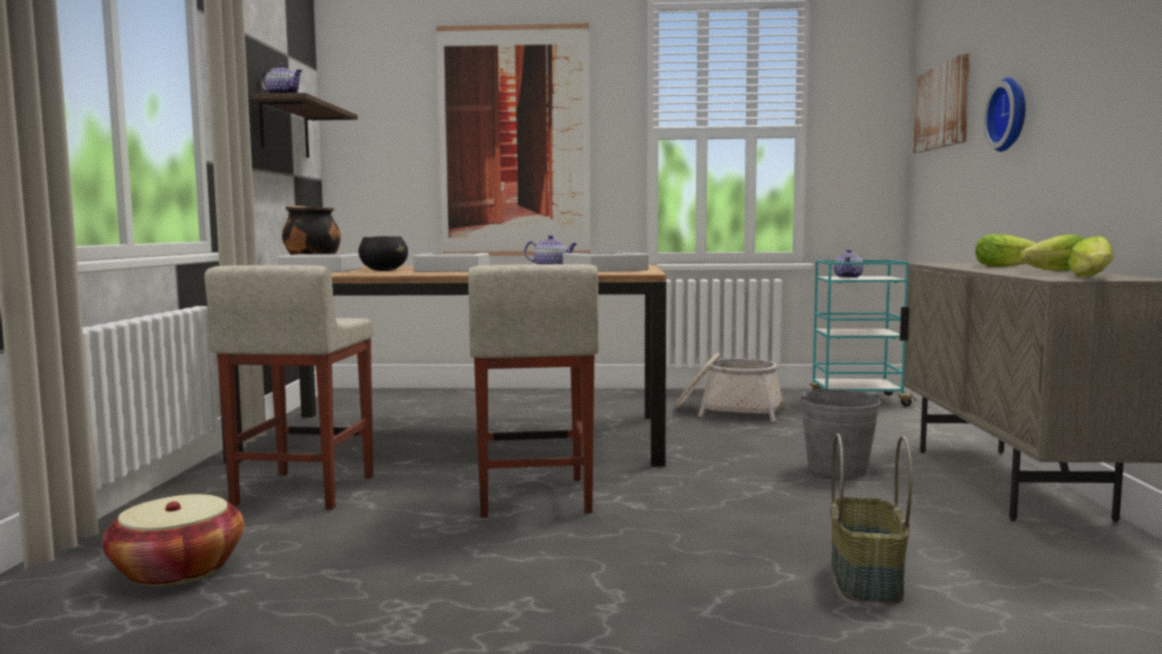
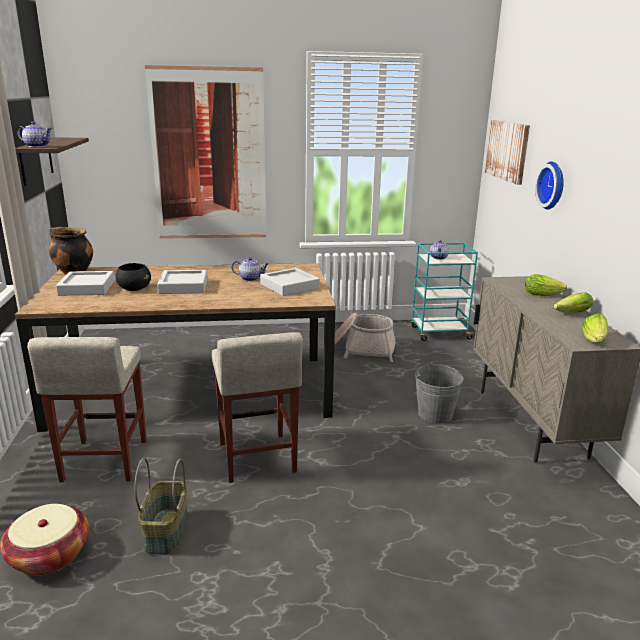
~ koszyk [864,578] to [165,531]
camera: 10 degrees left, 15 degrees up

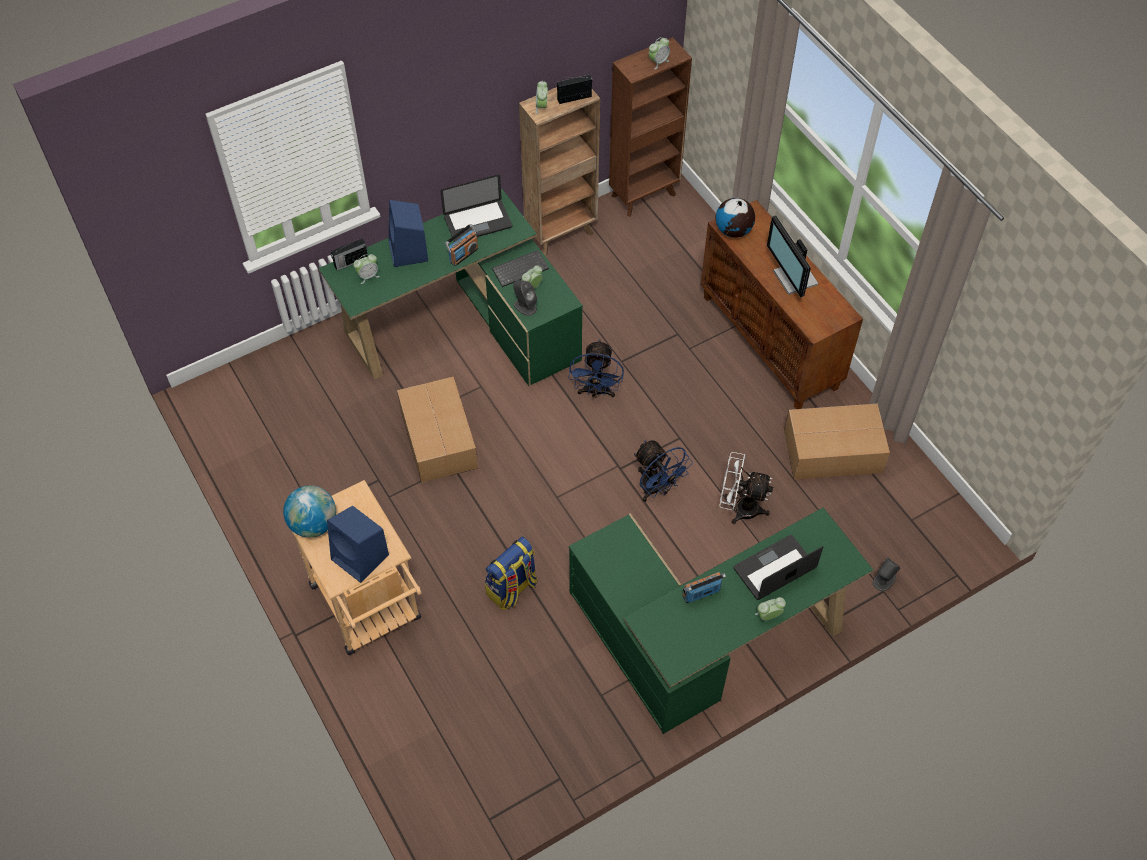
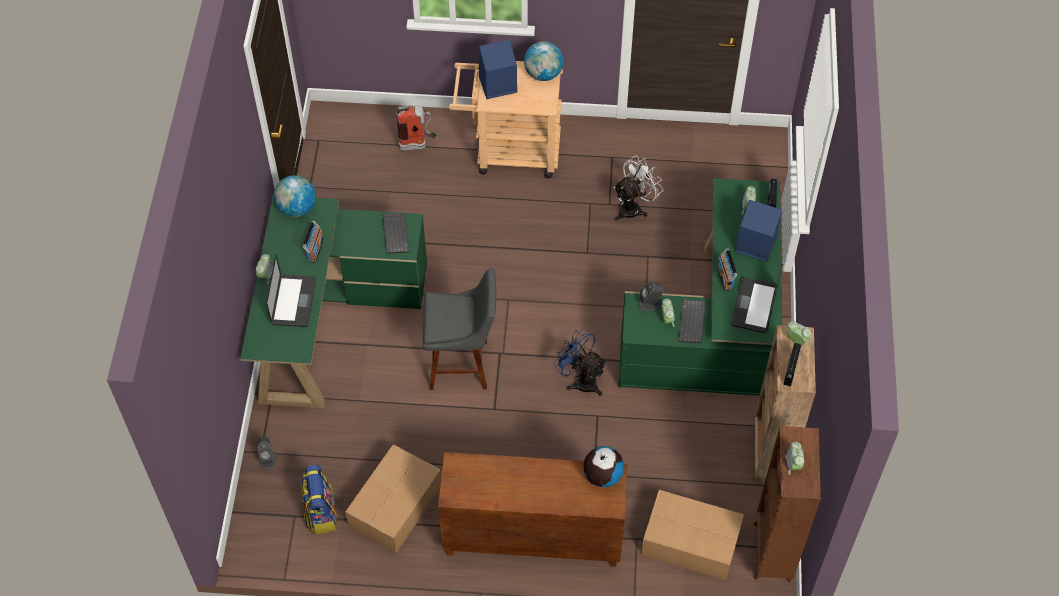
+ globus [297,208]
~ plecak [512,589] to [320,513]
+ klawiatura [394,233]
+ gaśnica [418,145]
~ wentylator/niebieski [656,489] to stołek/szary [463,365]
~ wentylator/biały [739,508] to [633,207]
~ karton [439,438] to [692,543]
- monitor [793,278]
camera: 125 degrees right, 0 degrees up

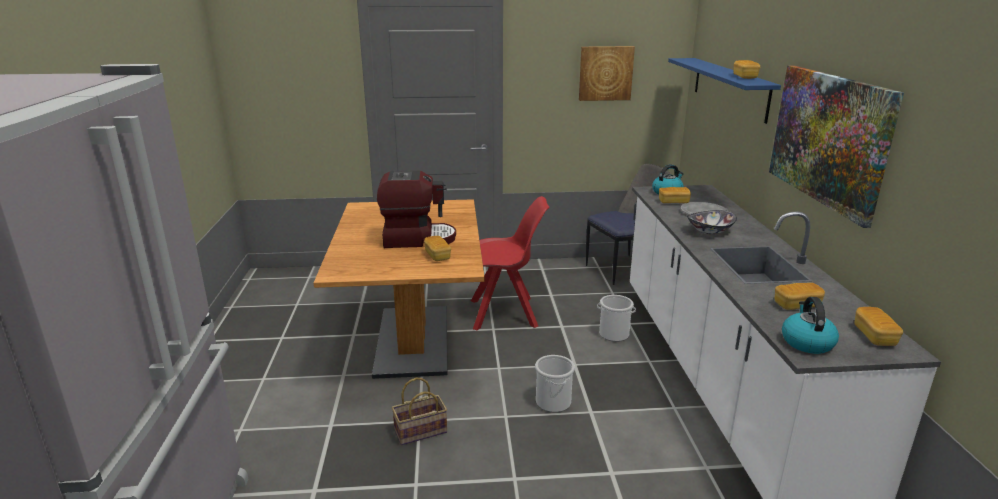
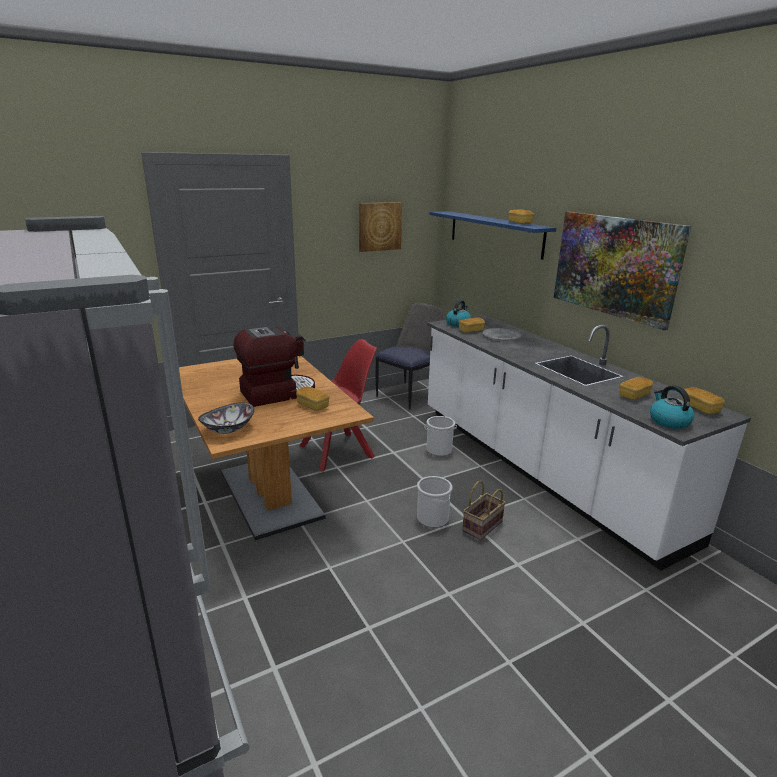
~ miska [710,231] to [229,429]
~ koszyk [419,432] to [482,527]
camera: 25 degrees left, 0 degrees up

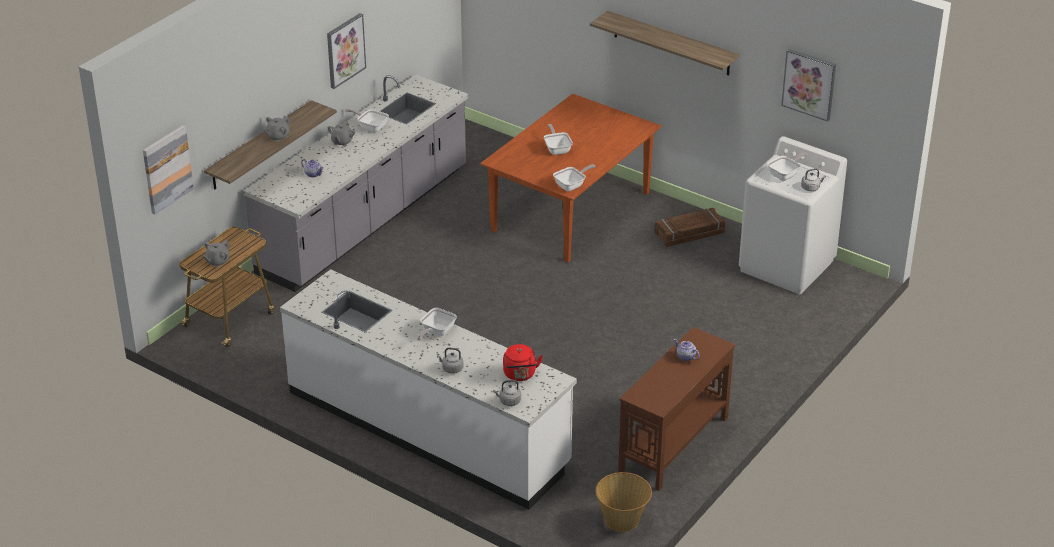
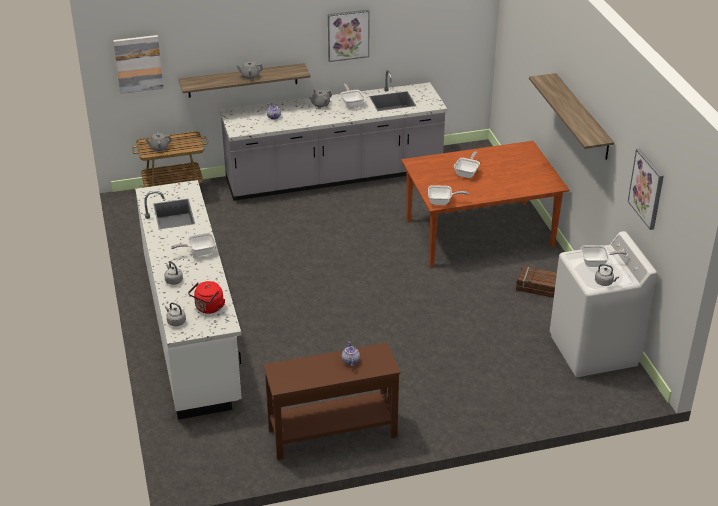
- koszyk [622,520]
camera: 40 degrees right, 0 degrees up

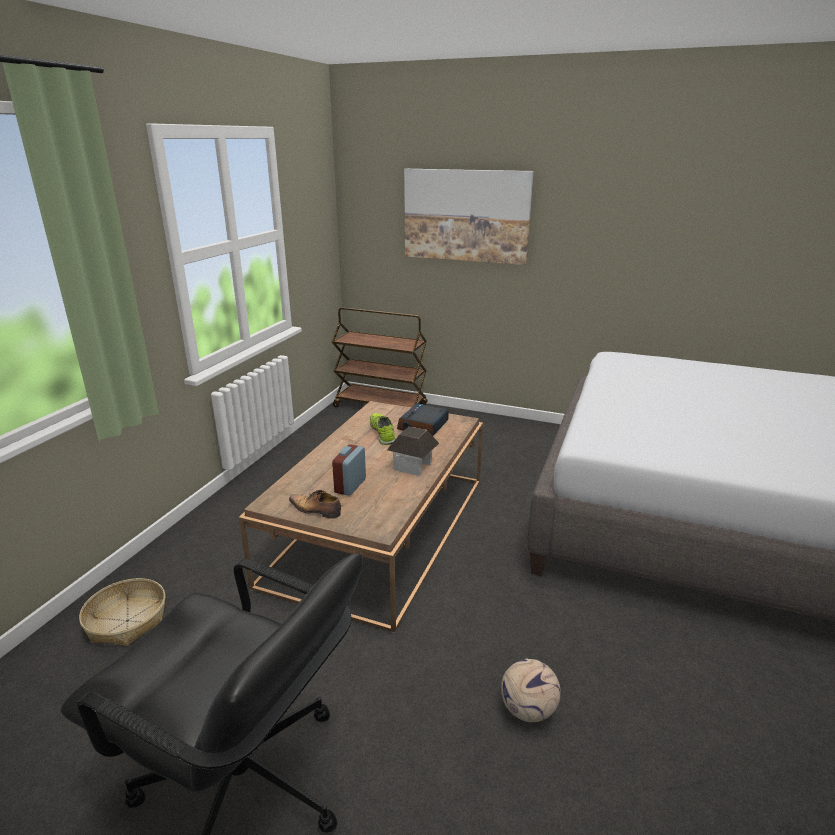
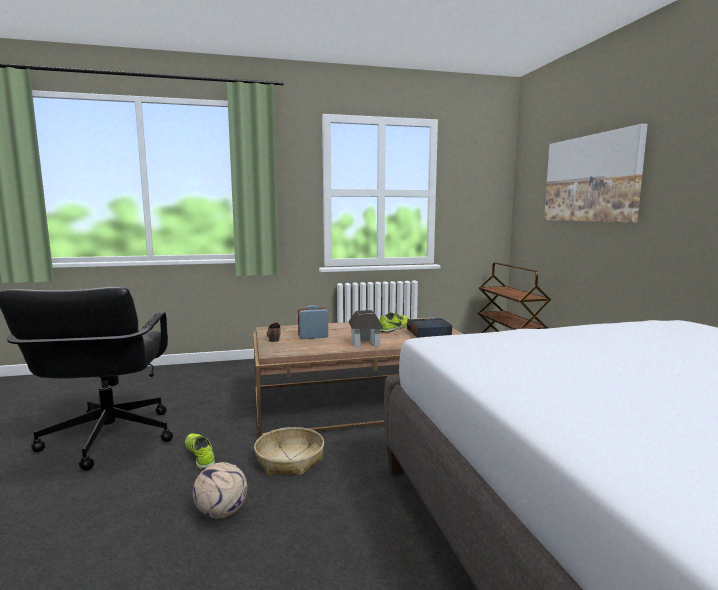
+ but [200,455]
~ koszyk [127,621] to [290,460]
camera: 55 degrees right, 15 degrees down

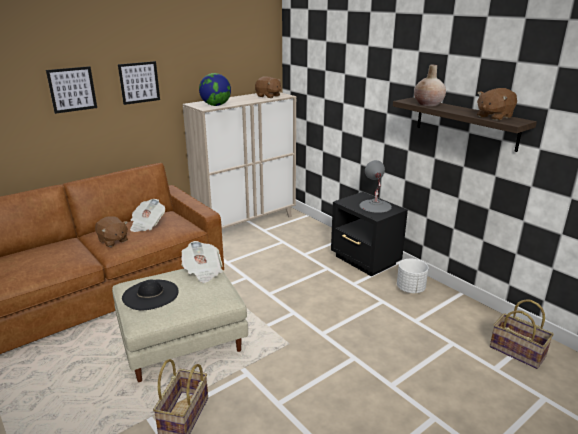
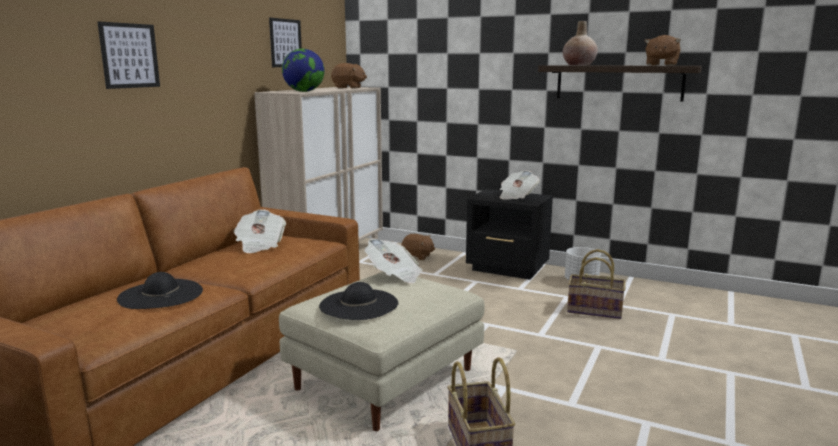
+ kapelusz/czarny [161,294]
~ obraz [139,82] to [285,43]
~ pluszak/brązowy [113,241] to [417,257]
~ lampa stołowa/szary [375,206] to gazeta [516,196]
~ koszyk [518,351] to [595,310]
camera: 25 degrees left, 10 degrees down

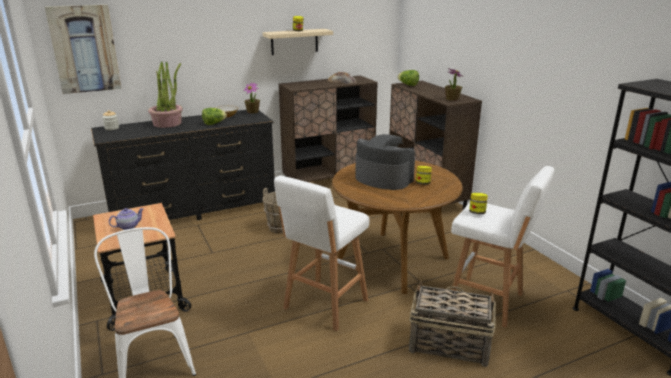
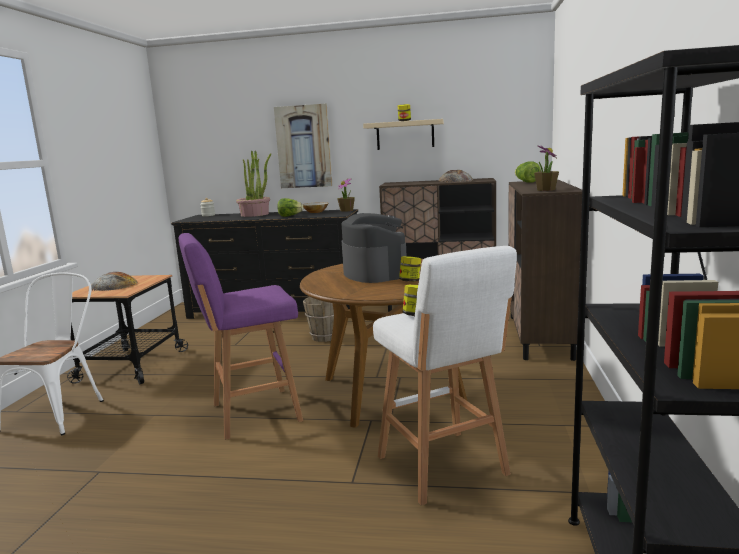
~ imbryk [128,227] to chleb [113,285]
~ stołek/biały [324,306] to stołek/fioletowy [252,413]
~ obraz [84,49] to [304,146]
- koszyk [448,344]
camera: 35 degrees right, 10 degrees down

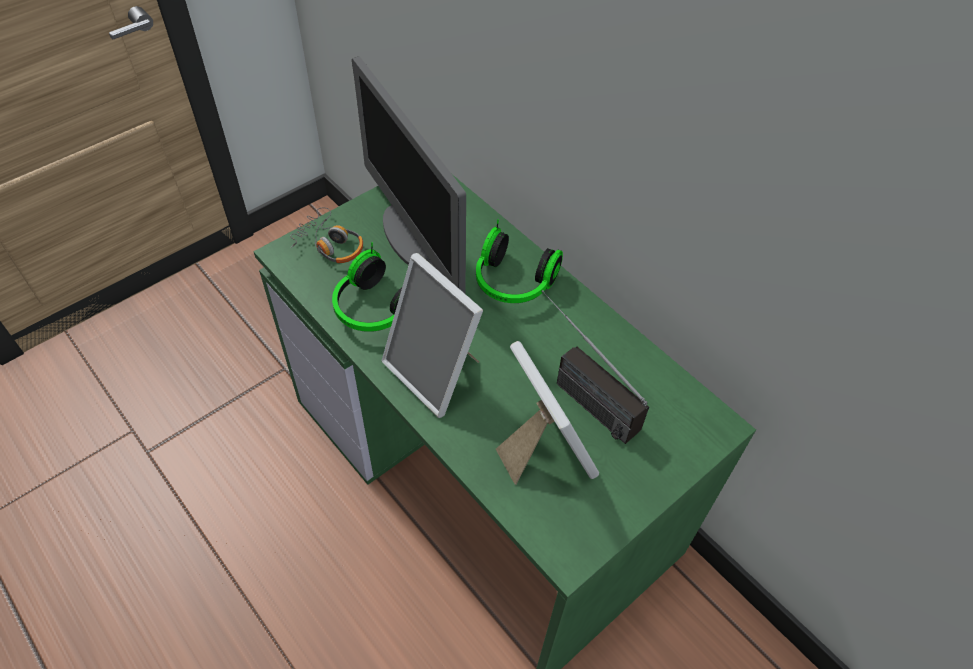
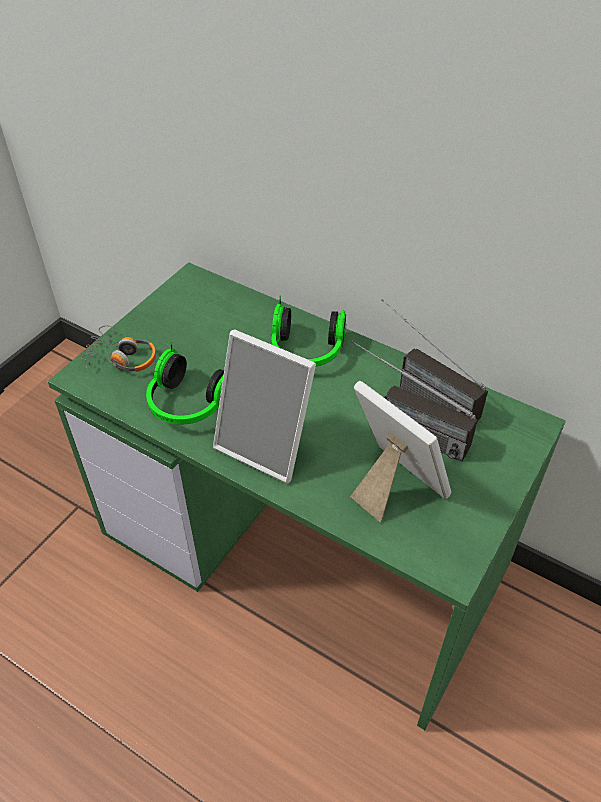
+ radio [419,392]
- monitor [414,240]
camera: 15 degrees left, 5 degrees down

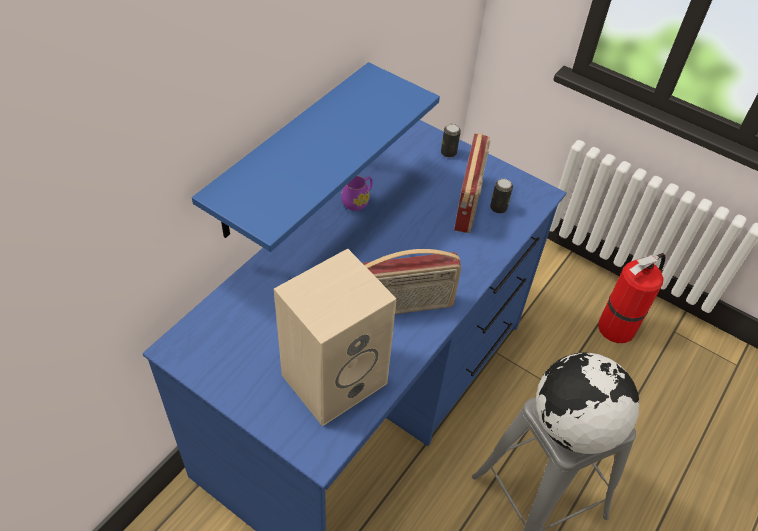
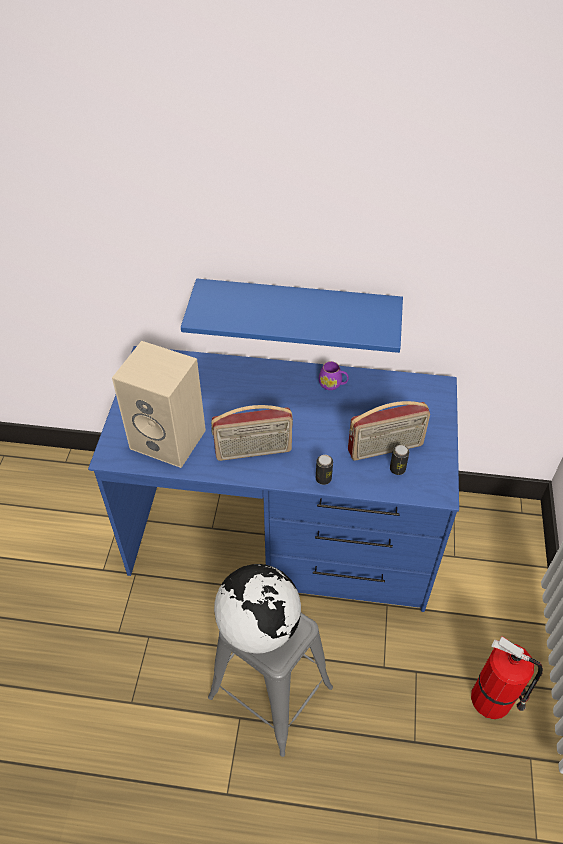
~ radio [406,307] = [253,451] 60 degrees counterclockwise
~ puszka [448,153] to [323,479]
camera: 65 degrees right, 0 degrees up

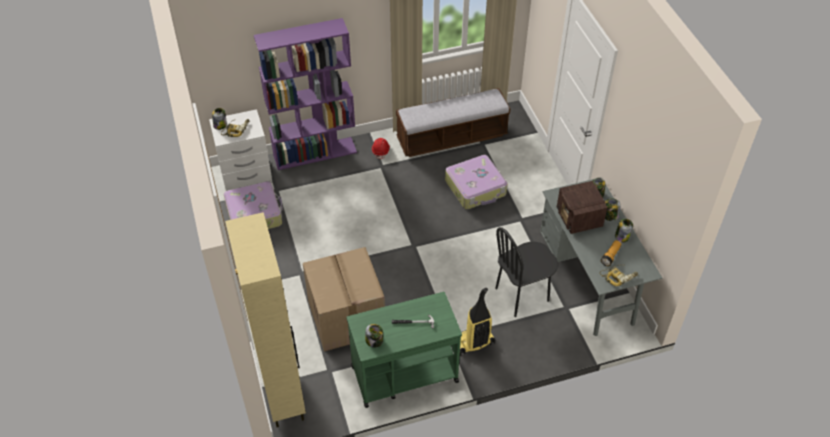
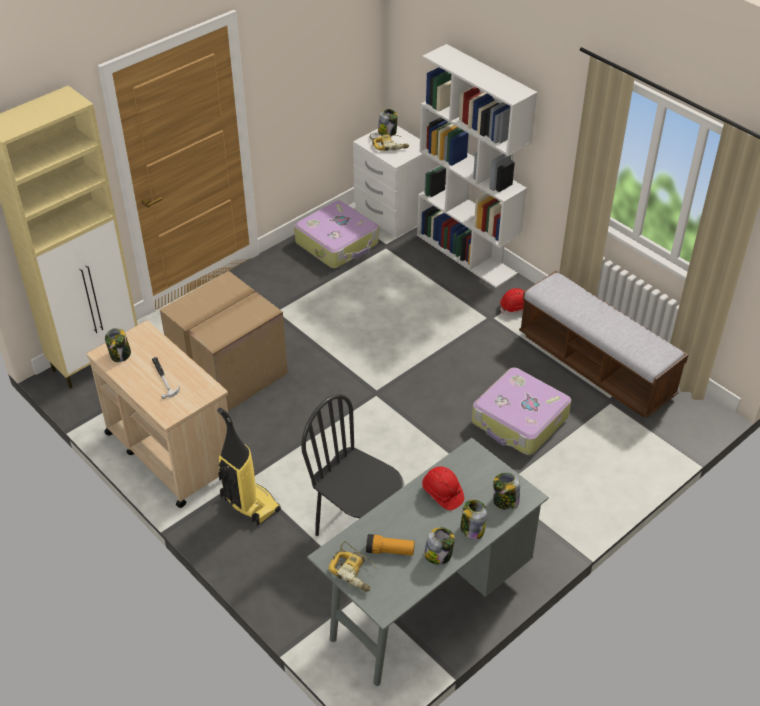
~ wózek/zielony [403,374] to wózek/beżowy [170,452]
~ regał/fioletowy [315,153] to regał/biały [467,254]
~ radio [579,219] to kask/czerwony [442,493]
camera: 65 degrees right, 5 degrees down

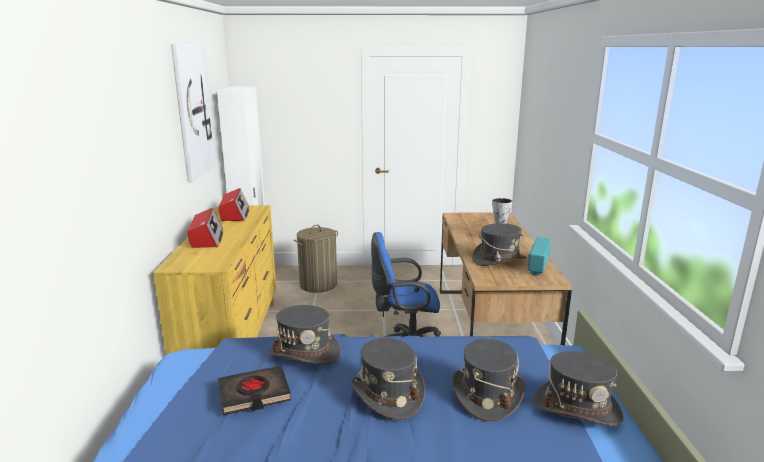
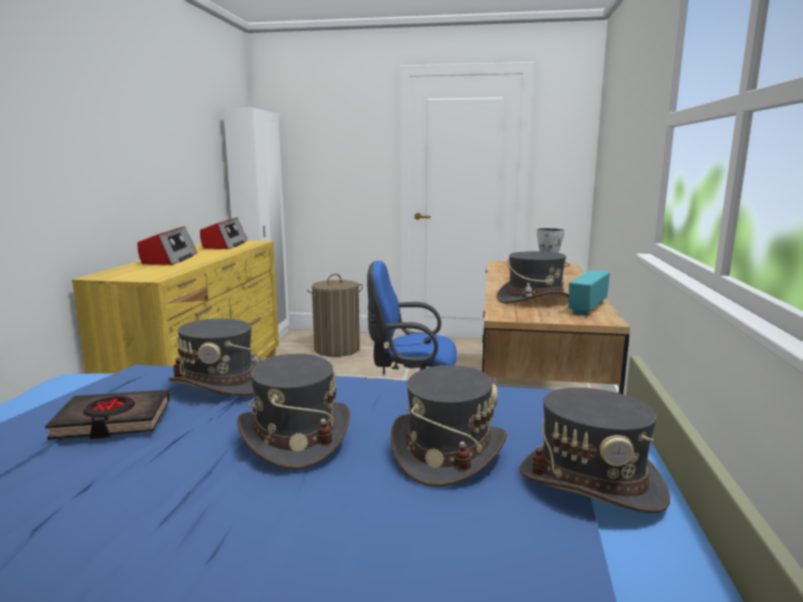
- obraz [192,110]
camera: 10 degrees right, 5 degrees down

